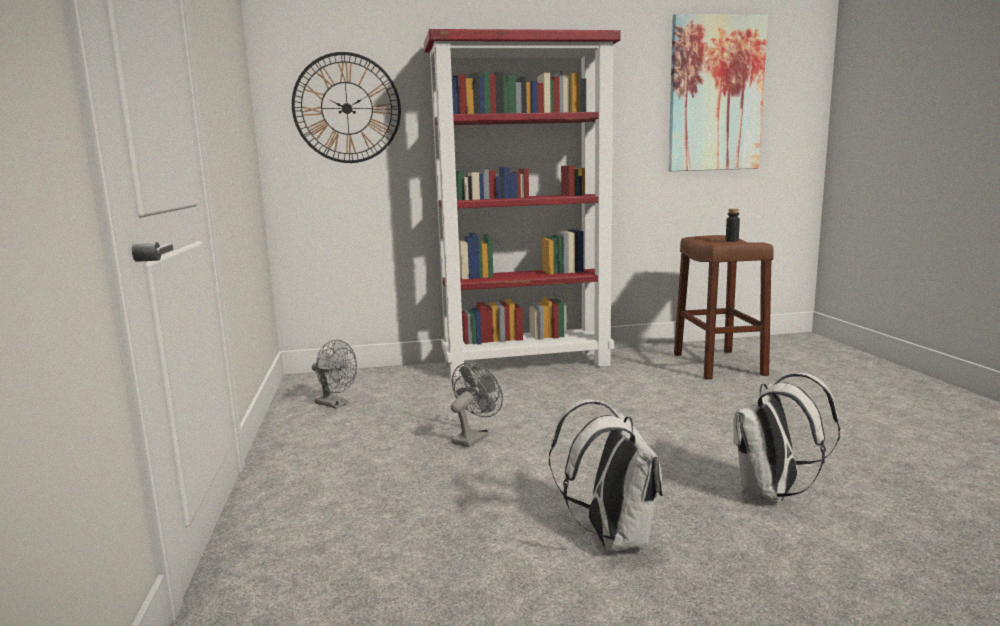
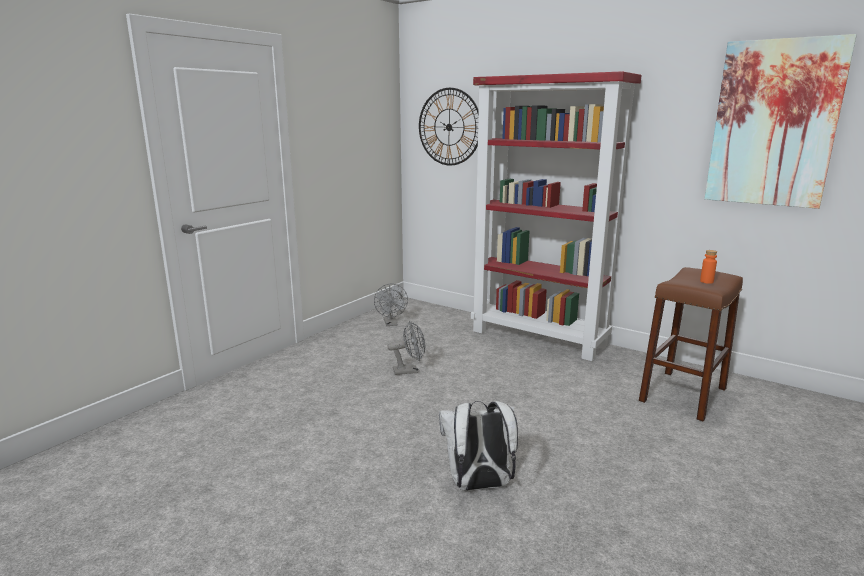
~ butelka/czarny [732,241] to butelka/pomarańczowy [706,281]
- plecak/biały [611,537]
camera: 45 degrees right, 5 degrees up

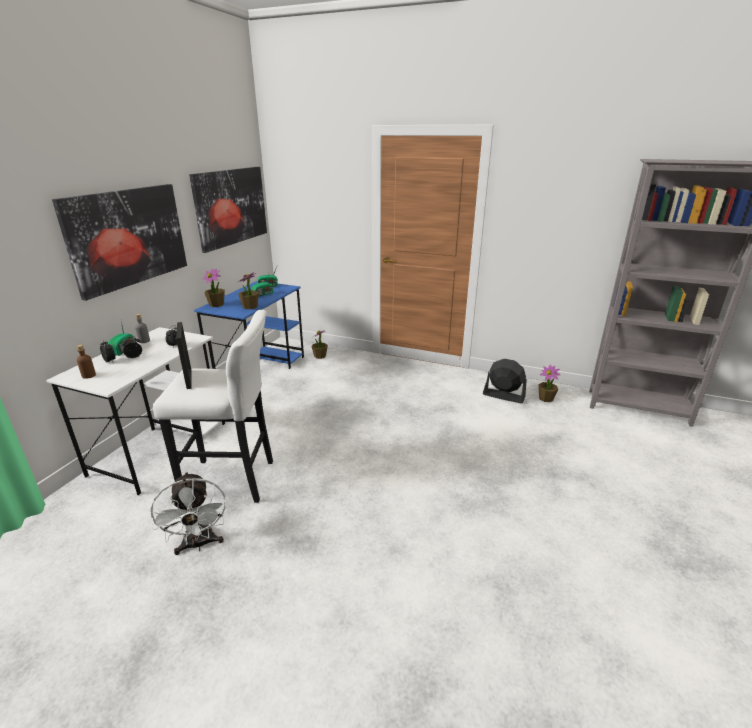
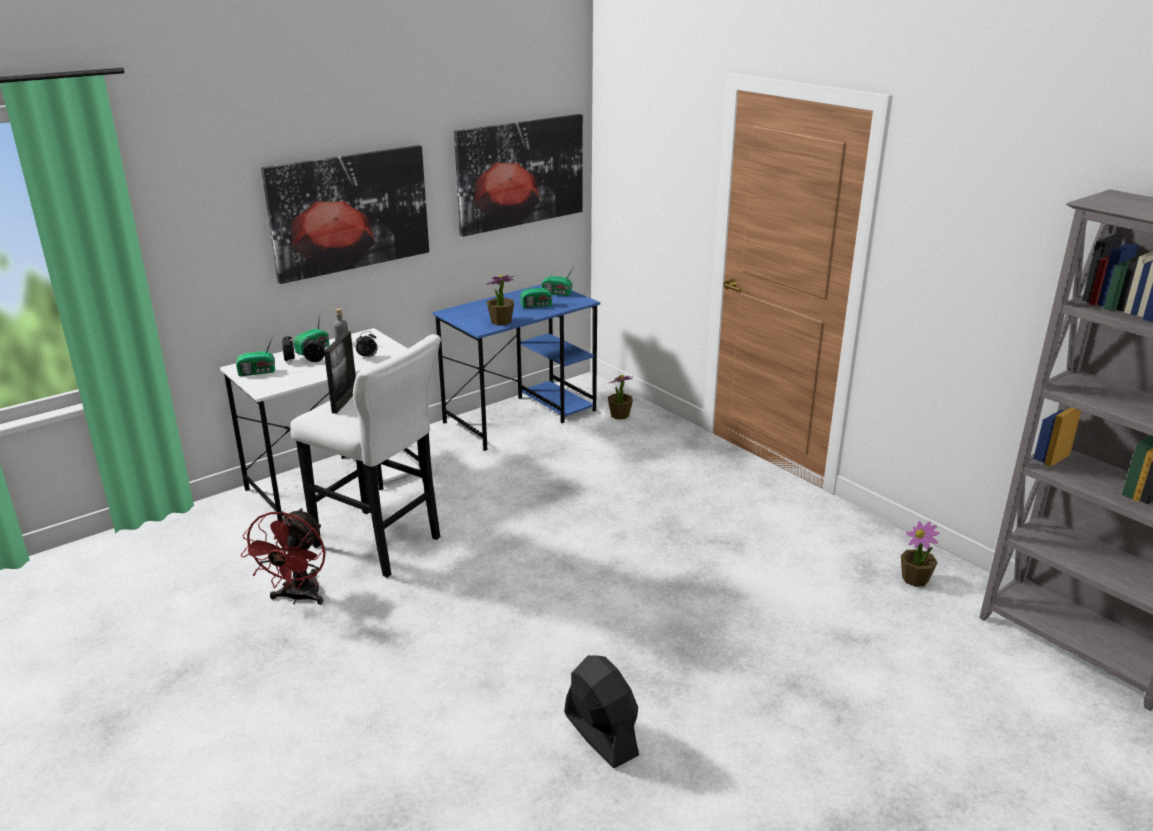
~ butelka/brązowy [89,375] to radio [258,372]
~ wentylator/biały [199,544] to wentylator/czerwony [298,598]
~ wentylator/czarny [503,396] to [600,734]
- roślina doniczkowa [216,304]
camera: 30 degrees right, 0 degrees up

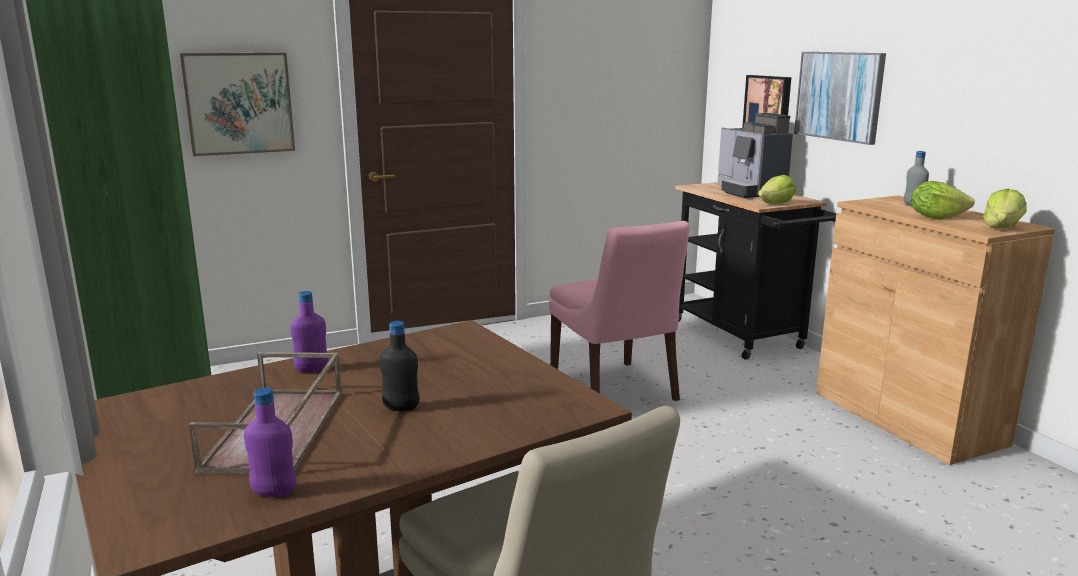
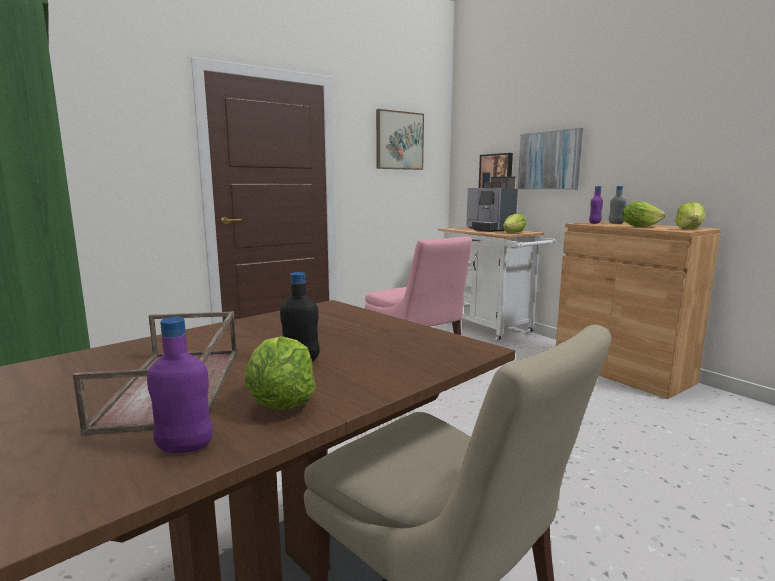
+ sałata [282,402]
~ obraz [239,103] to [399,140]
~ wózek/czarny [743,337] to wózek/biały [489,329]
~ butelka/fioletowy [312,370] to [595,223]
camera: 10 degrees left, 5 degrees down

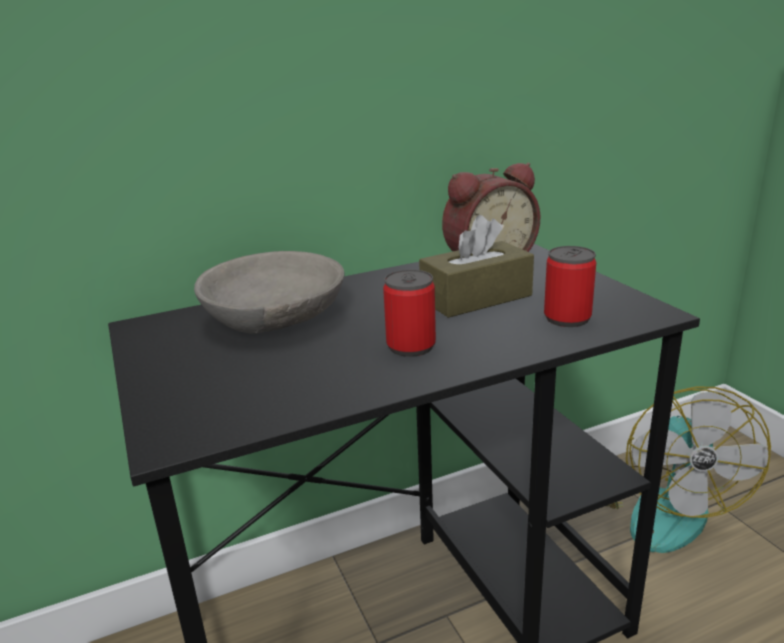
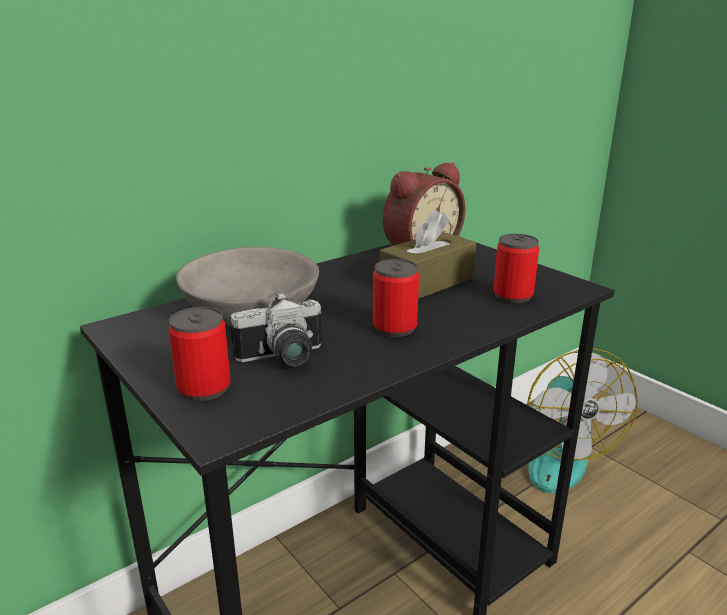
+ puszka [204,388]
+ aparat fotograficzny [283,359]
camera: 15 degrees left, 0 degrees up

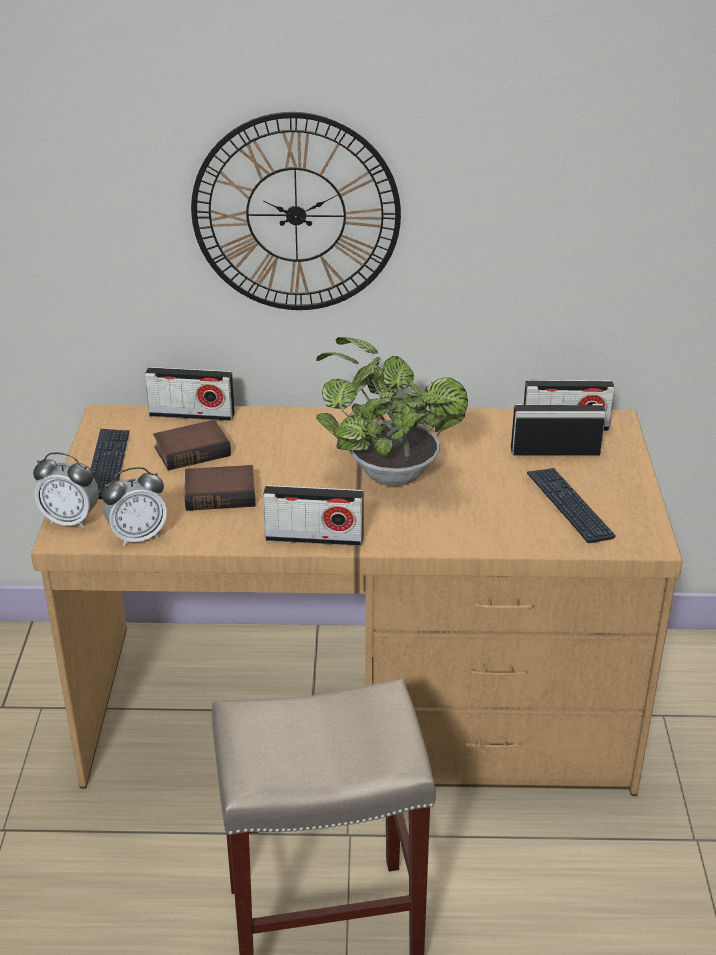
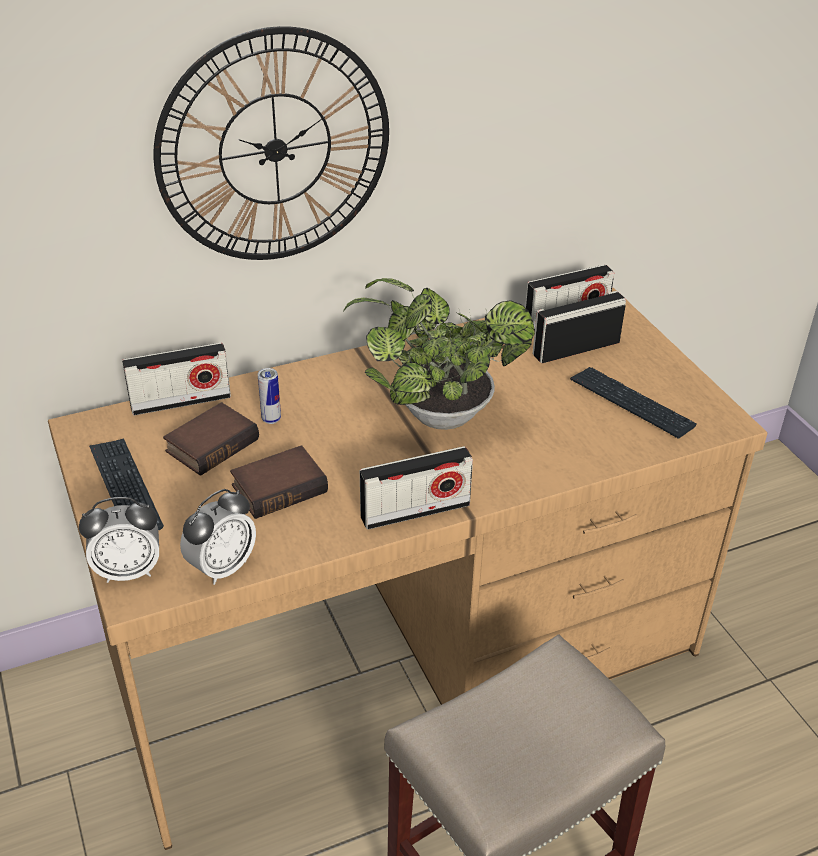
+ puszka [271,419]
camera: 25 degrees left, 5 degrees up

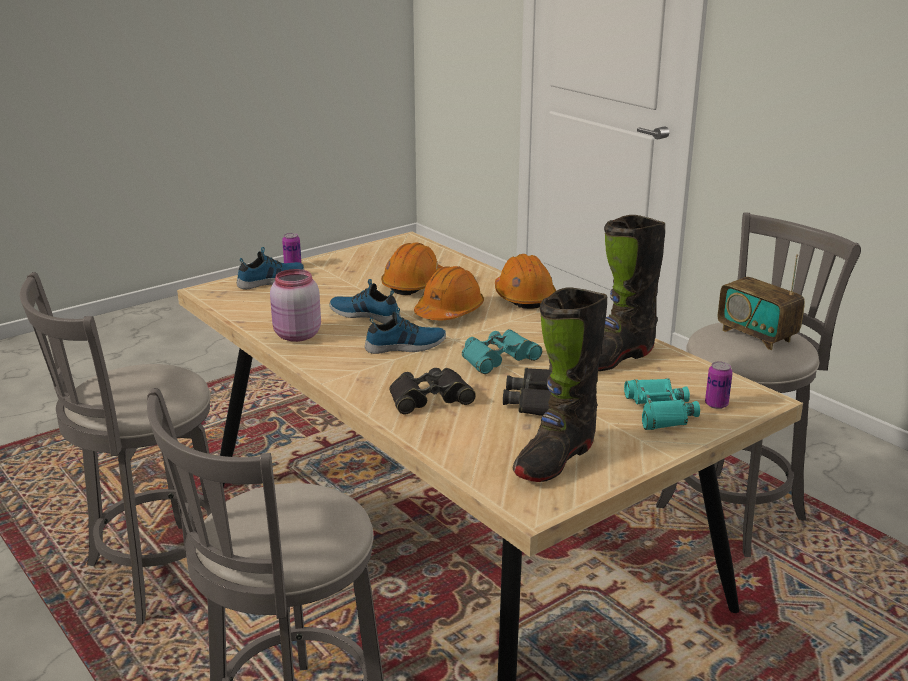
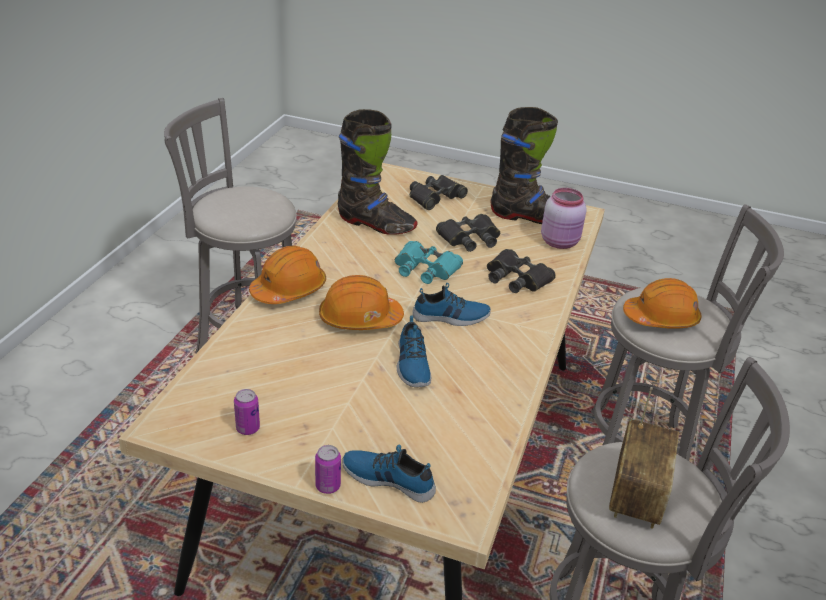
~ puszka [716,404] to [248,428]
~ lornetka/turkusowy [659,411] to lornetka/czarny [435,197]
~ but [406,346] = [451,317] 135 degrees clockwise
~ słoik/różowy [296,335] to [560,242]
~ radio [756,335] to [636,495]
~ kask/pomarańczowy [414,284] to [661,318]
camera: 125 degrees left, 10 degrees up

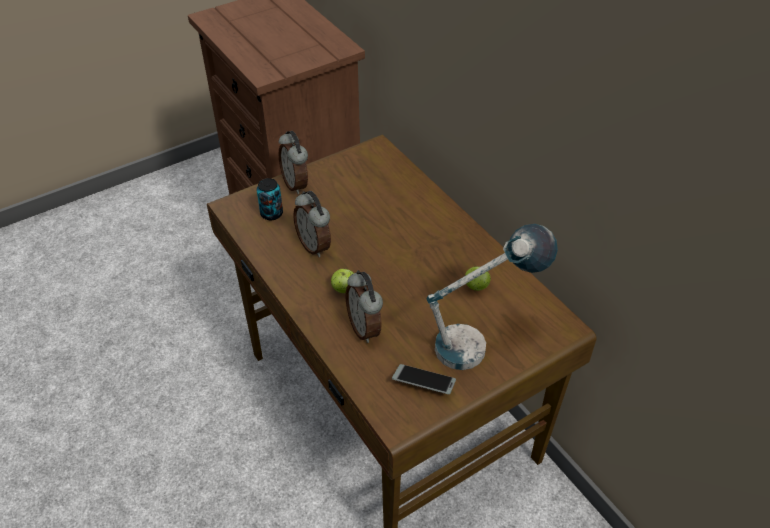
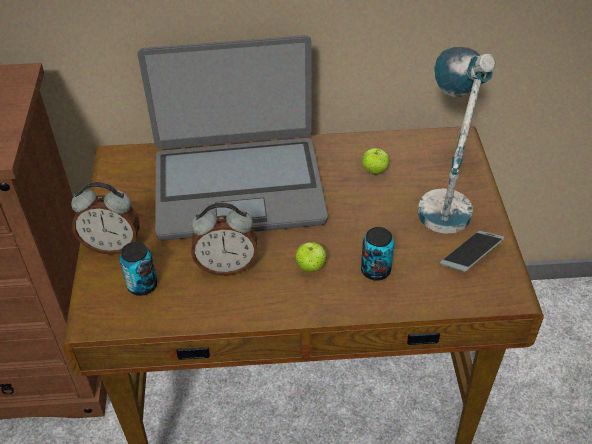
+ laptop [238,187]
~ budzik [365,328] to puszka [375,270]
camera: 60 degrees left, 0 degrees up

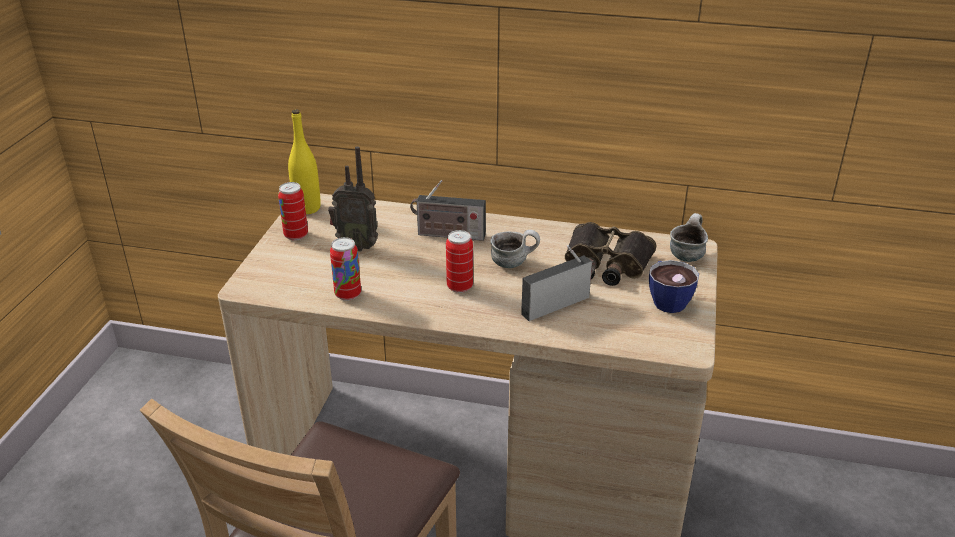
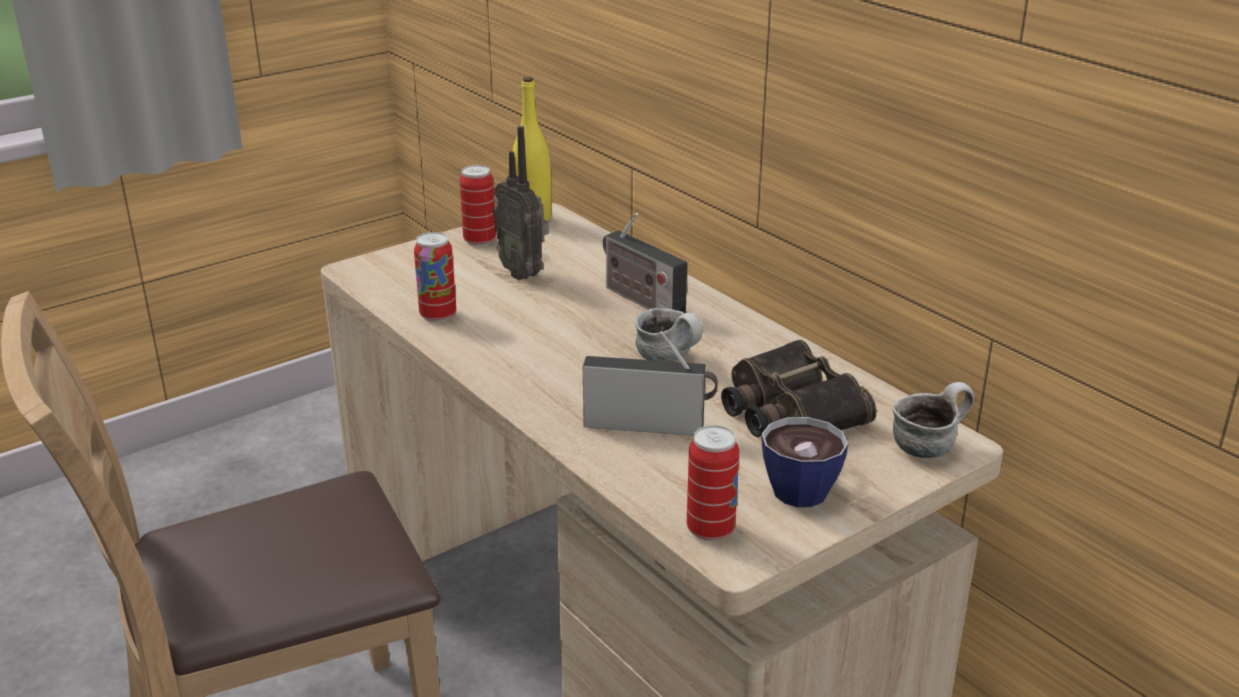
~ puszka [459,287] to [710,529]
camera: 40 degrees right, 5 degrees down

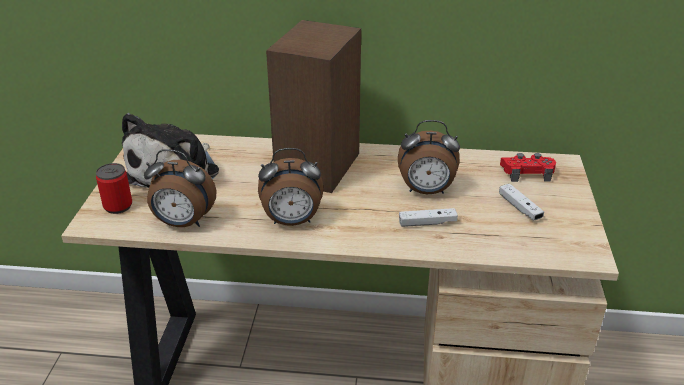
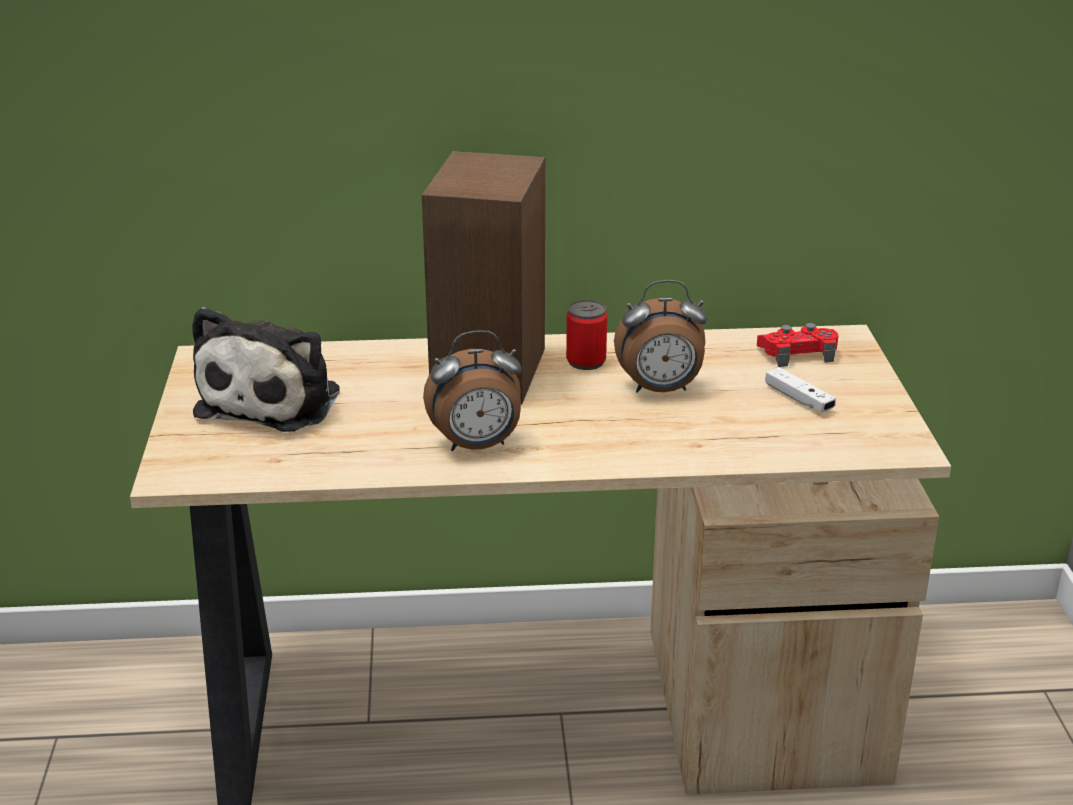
~ puszka [118,206] to [586,361]
- budzik [183,223]
- pad do gier/biały [427,223]
camera: 10 degrees left, 5 degrees down

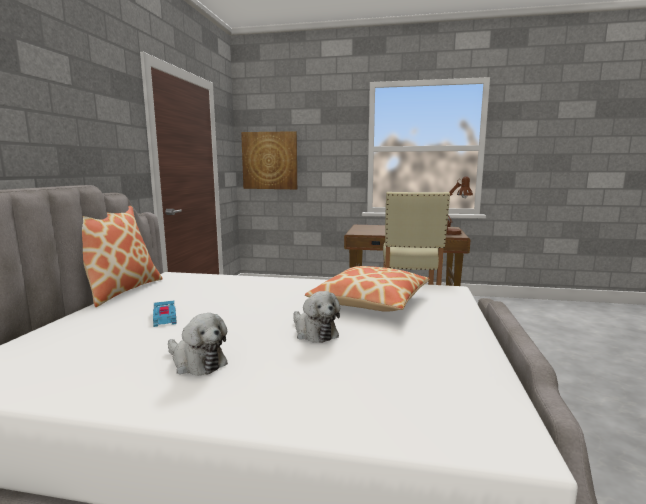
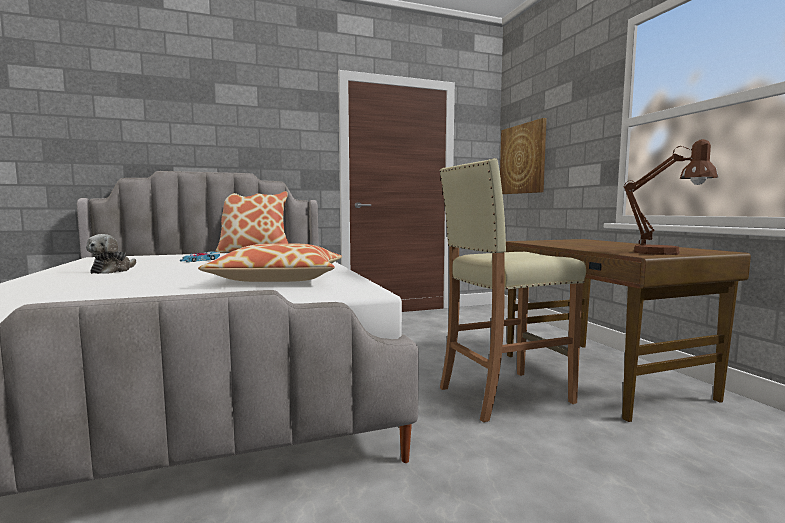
- pluszak [314,332]
camera: 60 degrees right, 5 degrees down

